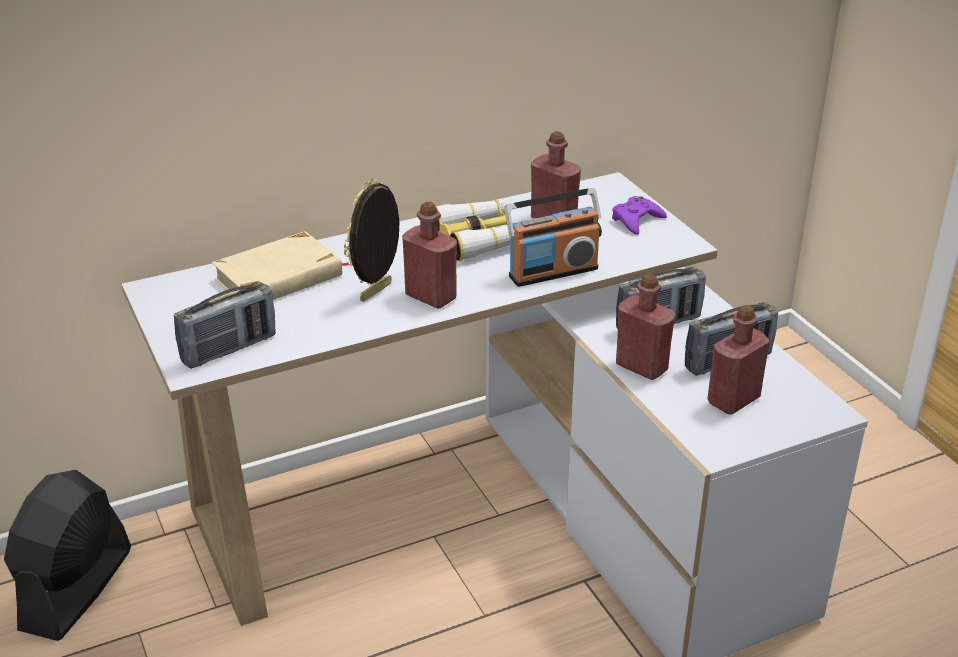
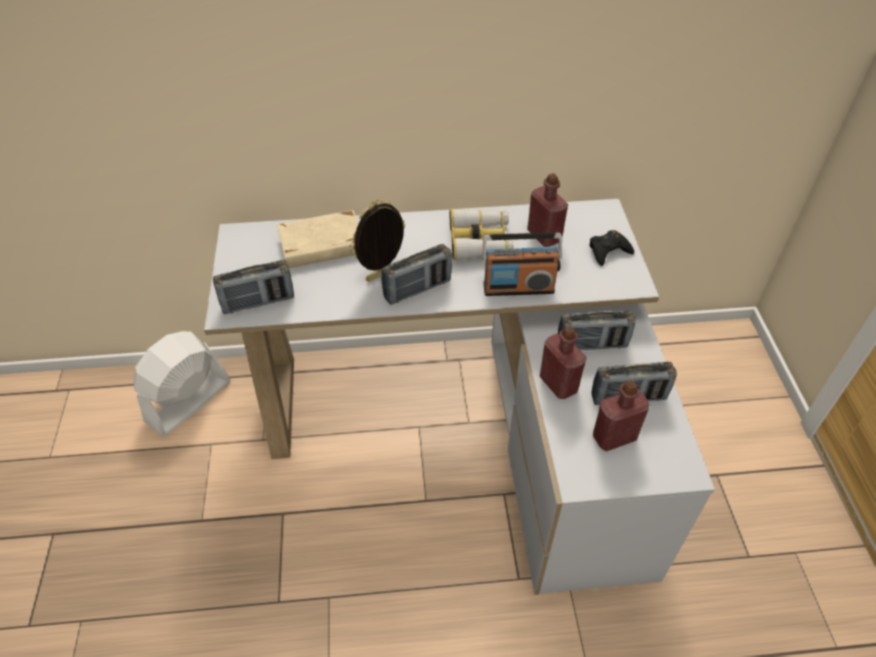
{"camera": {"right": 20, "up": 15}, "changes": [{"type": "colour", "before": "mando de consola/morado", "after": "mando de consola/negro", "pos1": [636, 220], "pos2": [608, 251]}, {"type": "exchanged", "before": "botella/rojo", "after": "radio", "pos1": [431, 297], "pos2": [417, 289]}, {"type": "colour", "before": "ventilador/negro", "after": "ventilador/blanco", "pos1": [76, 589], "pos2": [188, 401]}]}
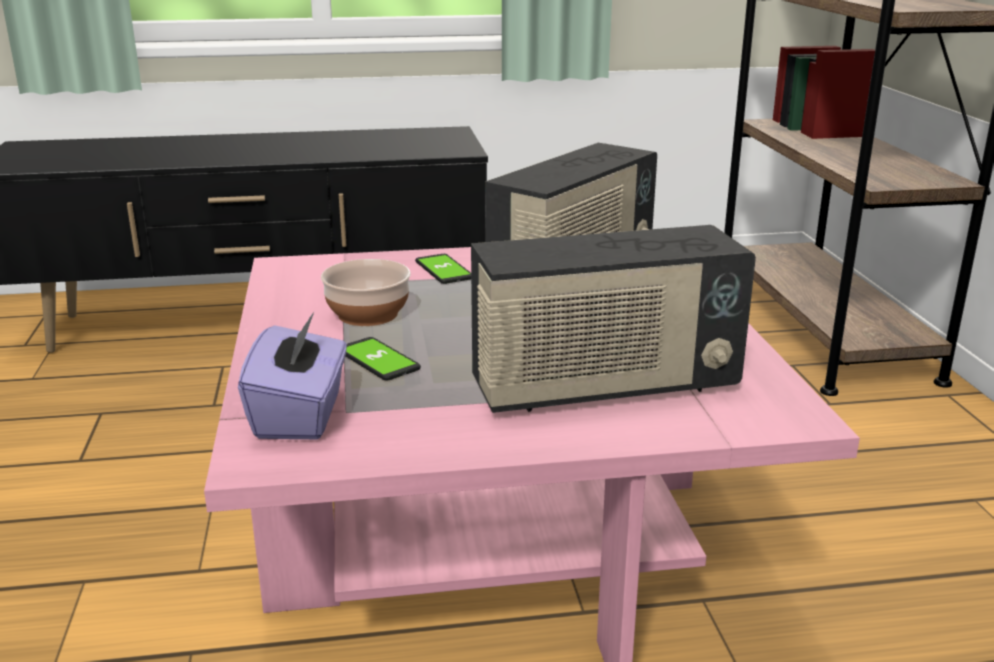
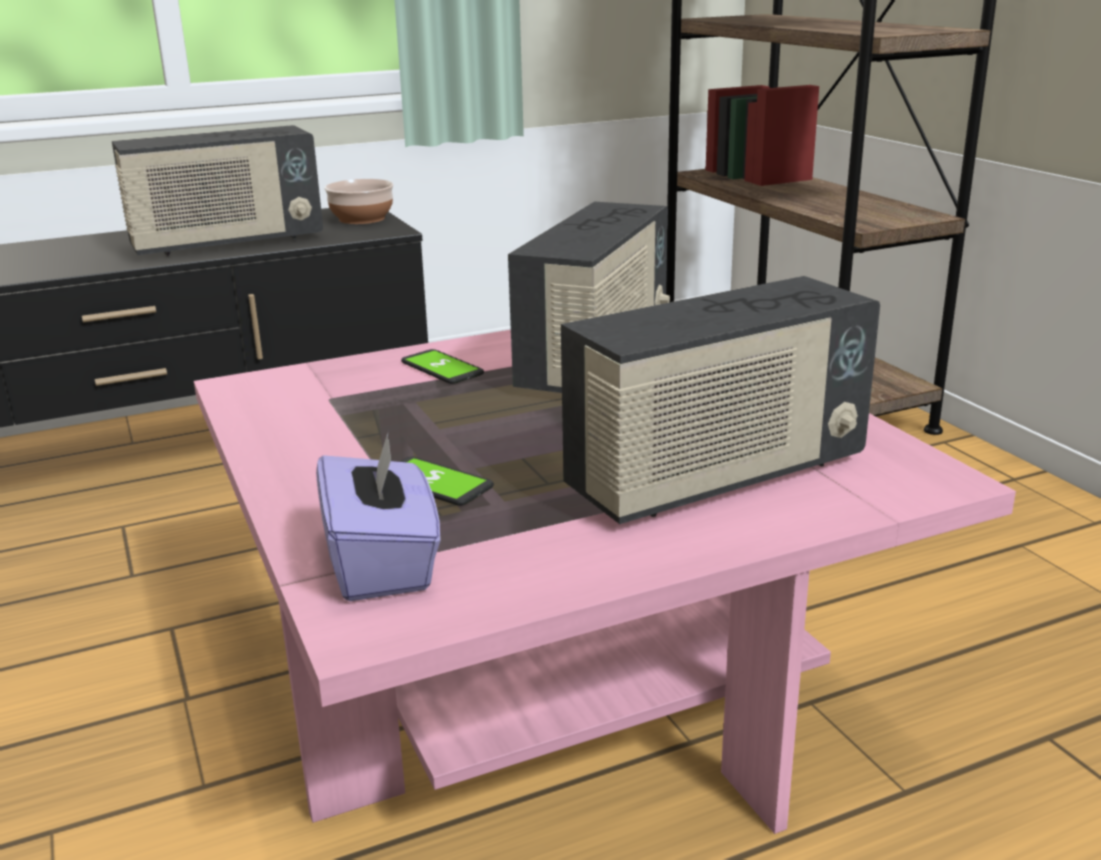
{"camera": {"right": -15, "up": 0}, "changes": [{"type": "relocated", "before": "cuenco", "pos1": [369, 314], "pos2": [362, 218]}, {"type": "appeared", "after": "radio", "pos2": [227, 243]}]}
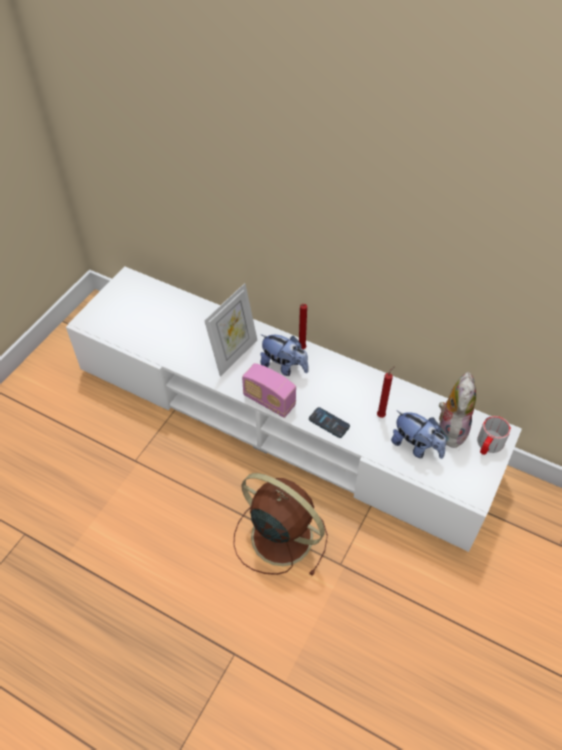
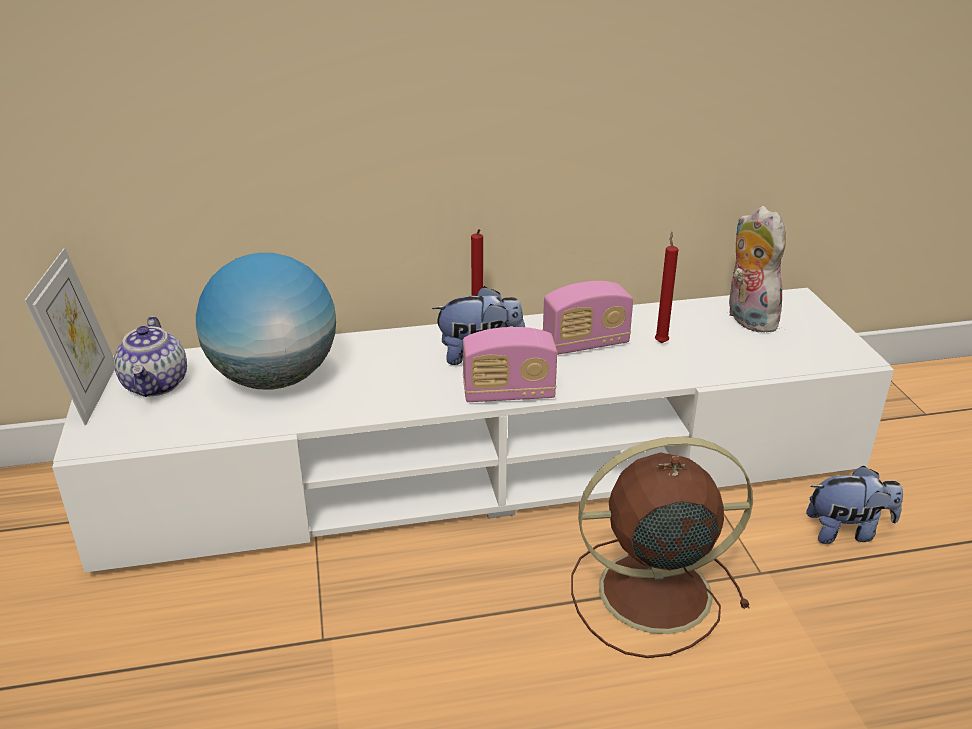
{"camera": {"right": -40, "up": -20}, "changes": [{"type": "relocated", "before": "portarretratos", "pos1": [234, 355], "pos2": [90, 394]}, {"type": "missing", "before": "móvil", "pos1": [329, 423]}, {"type": "relocated", "before": "peluche", "pos1": [416, 446], "pos2": [847, 531]}, {"type": "missing", "before": "taza grande", "pos1": [488, 445]}, {"type": "appeared", "after": "globo terráqueo", "pos2": [275, 378]}, {"type": "appeared", "after": "radio", "pos2": [585, 344]}, {"type": "appeared", "after": "tetera", "pos2": [156, 384]}]}
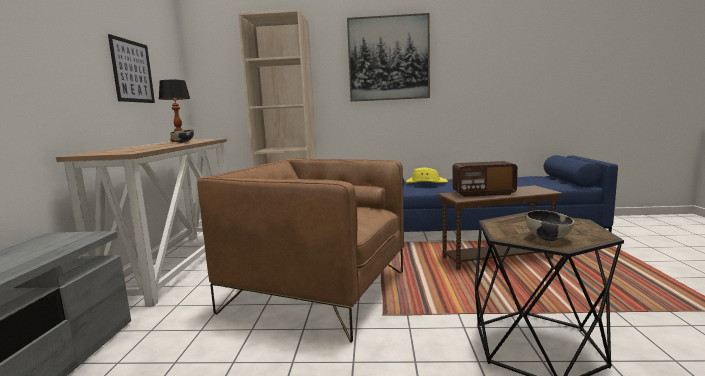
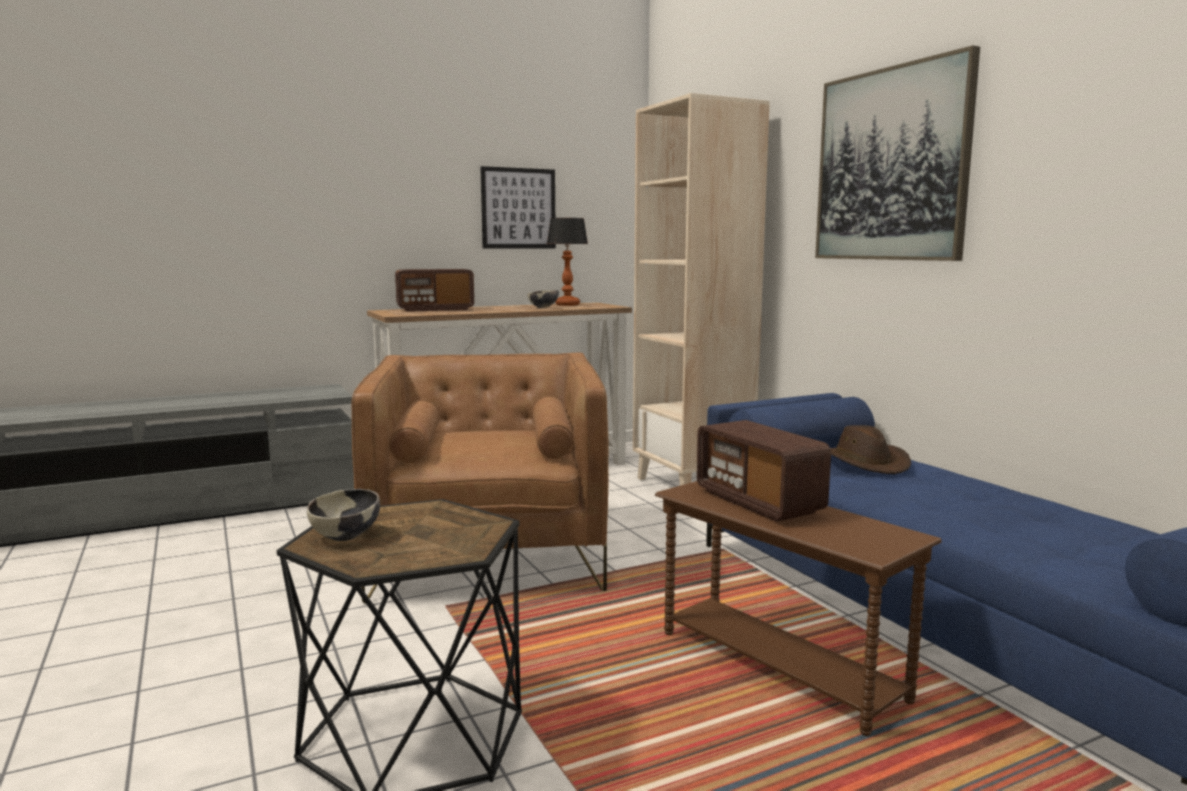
{"camera": {"right": 60, "up": 0}, "changes": [{"type": "colour", "before": "sombrero/amarillo", "after": "sombrero/marrón", "pos1": [426, 182], "pos2": [865, 462]}, {"type": "appeared", "after": "radio", "pos2": [435, 309]}]}
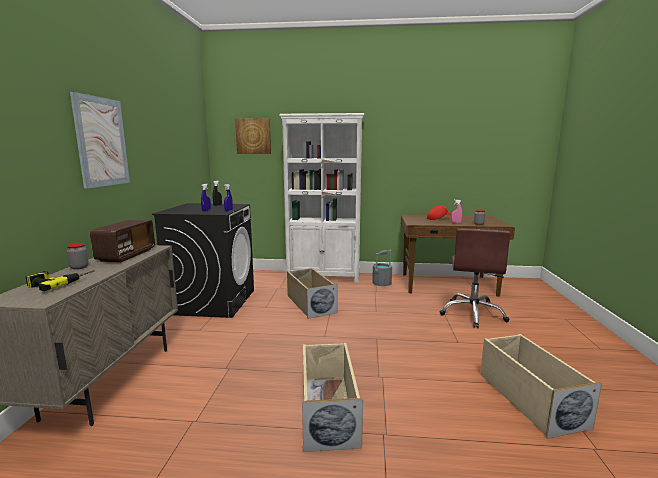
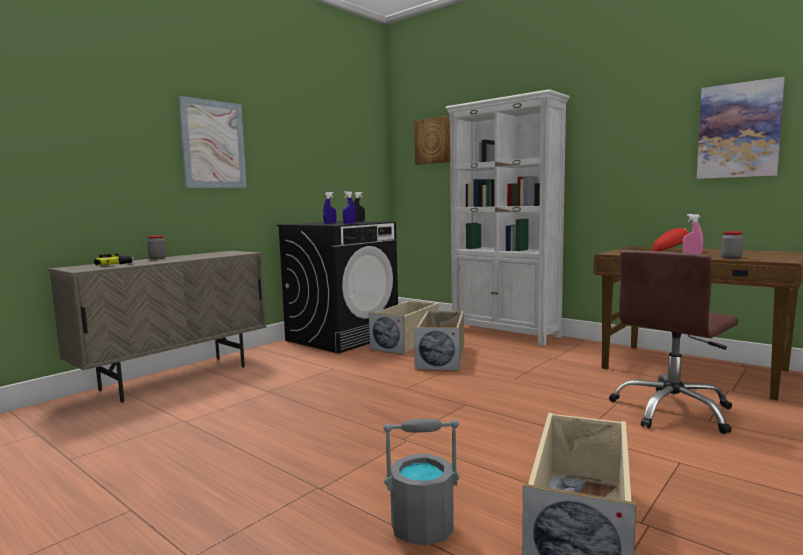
{"camera": {"right": 35, "up": -5}, "changes": [{"type": "missing", "before": "radio", "pos1": [126, 255]}, {"type": "relocated", "before": "cubo/gris", "pos1": [381, 283], "pos2": [422, 528]}, {"type": "relocated", "before": "caja de almacenaje/beis", "pos1": [327, 410], "pos2": [406, 342]}, {"type": "appeared", "after": "cuadro", "pos2": [738, 130]}]}
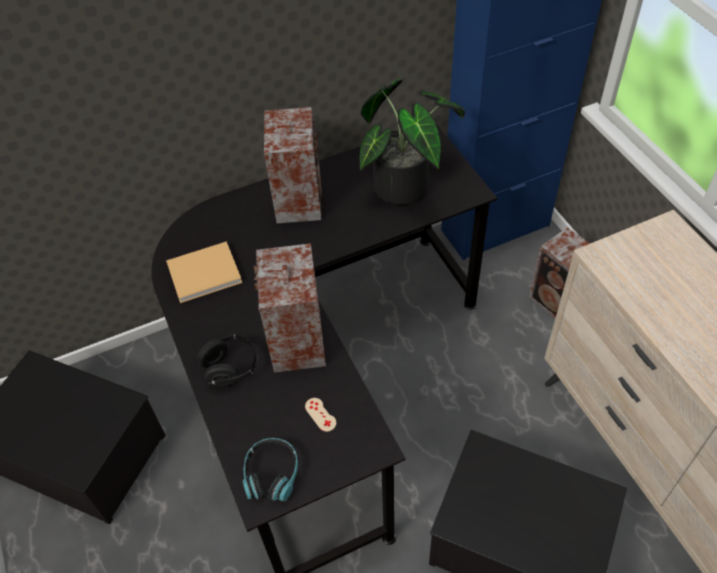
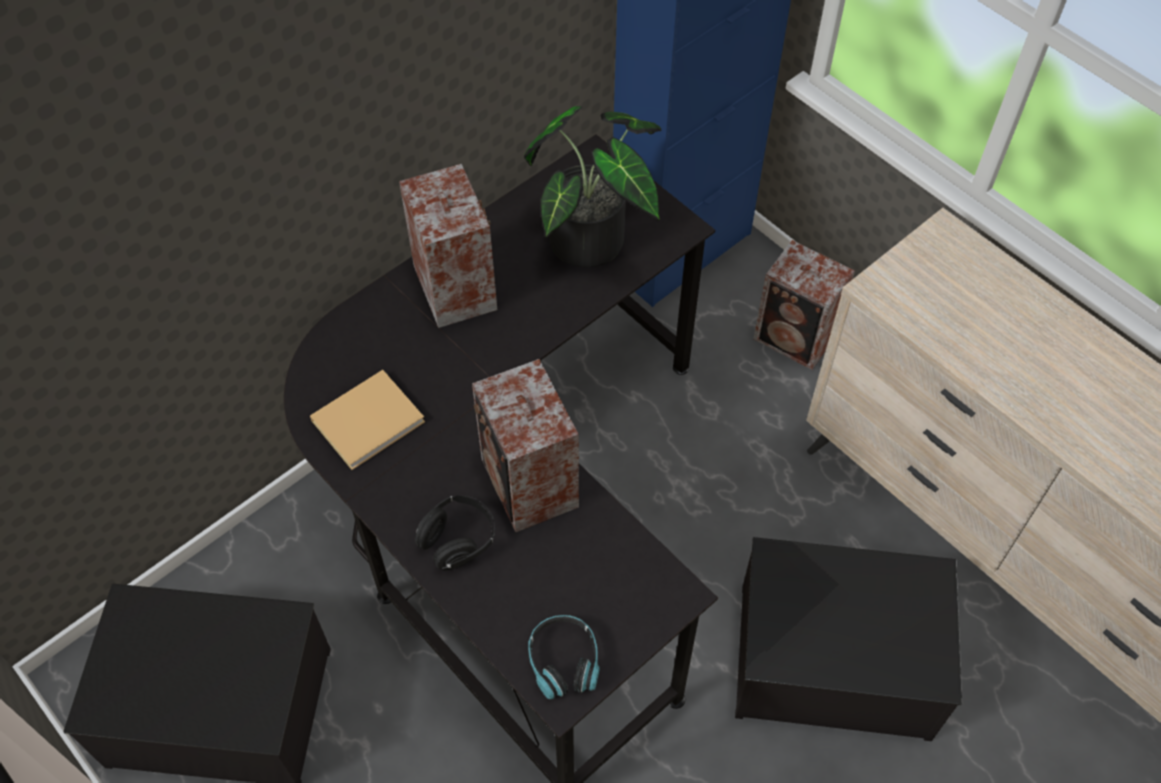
{"camera": {"right": -20, "up": 5}, "changes": [{"type": "missing", "before": "mando de consola/beis", "pos1": [320, 414]}]}
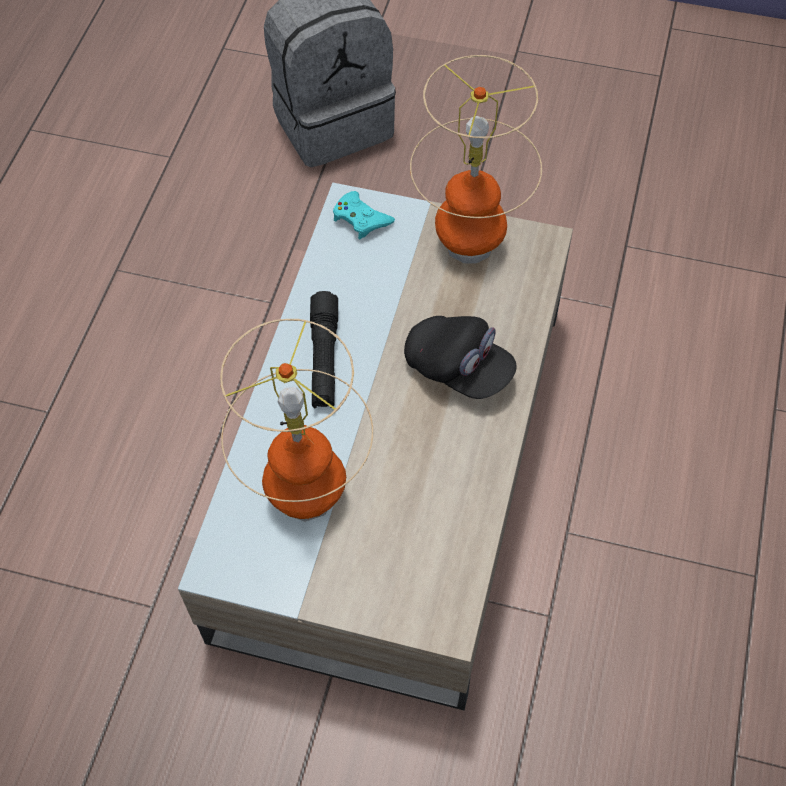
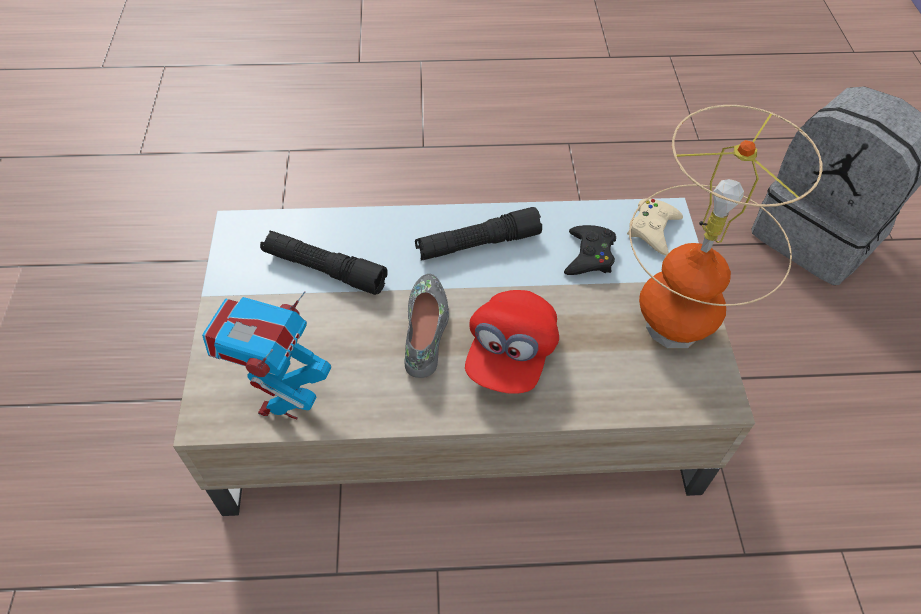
{"camera": {"right": 70, "up": -5}, "changes": [{"type": "colour", "before": "mando de consola/turquesa", "after": "mando de consola/beis", "pos1": [361, 219], "pos2": [653, 229]}, {"type": "colour", "before": "gorra/negro", "after": "gorra/rojo", "pos1": [458, 368], "pos2": [510, 354]}, {"type": "exchanged", "before": "lámpara de mesa", "after": "linterna/negro", "pos1": [306, 496], "pos2": [324, 269]}, {"type": "appeared", "after": "mando de consola/negro", "pos2": [589, 255]}, {"type": "appeared", "after": "zapato/gris", "pos2": [426, 330]}, {"type": "appeared", "after": "robot de juguete", "pos2": [284, 401]}]}
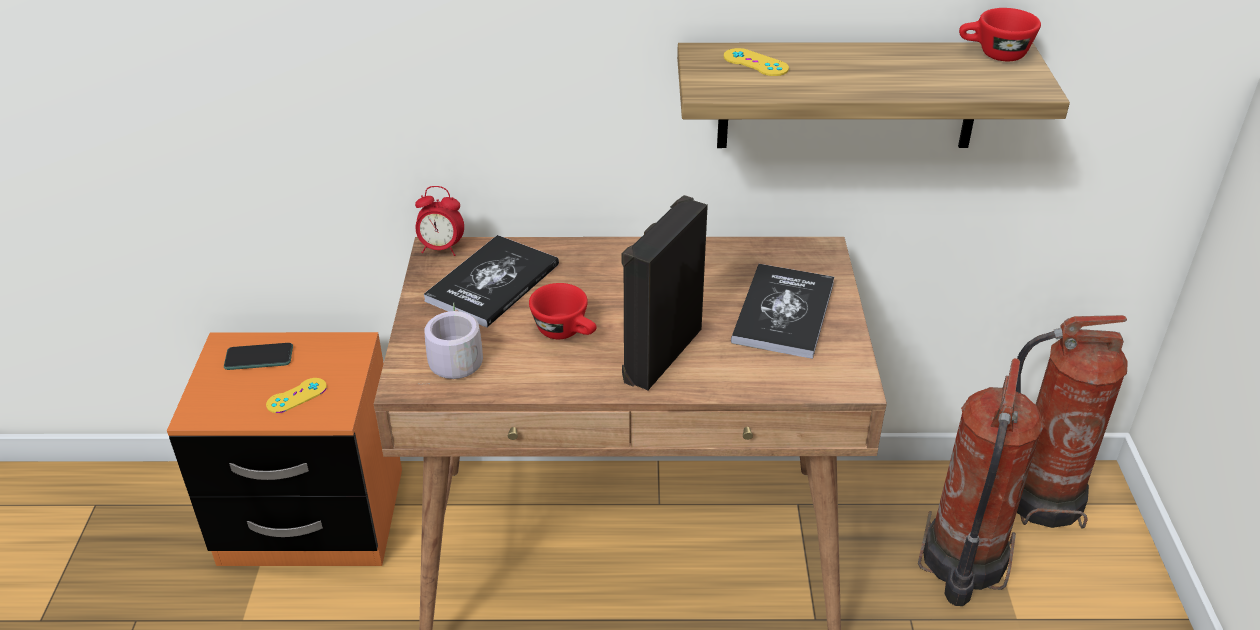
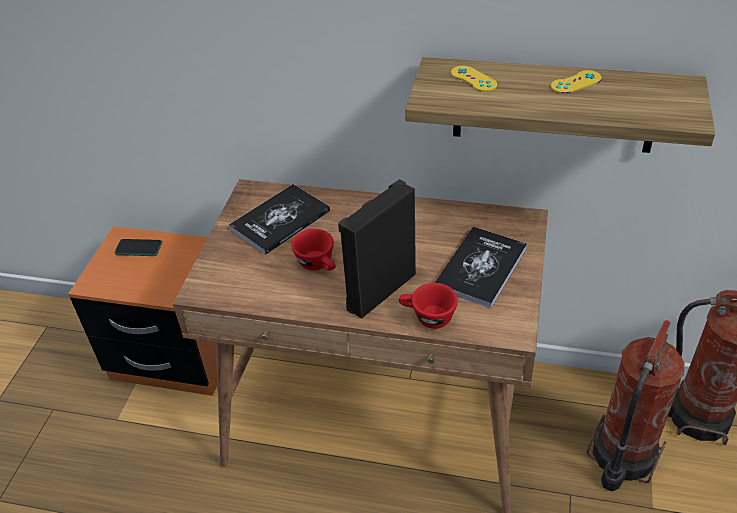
{"camera": {"right": 15, "up": 5}, "changes": [{"type": "relocated", "before": "taza/rojo", "pos1": [994, 54], "pos2": [427, 317]}, {"type": "missing", "before": "despertador", "pos1": [441, 249]}, {"type": "missing", "before": "taza grande/gris", "pos1": [453, 359]}, {"type": "relocated", "before": "mando de consola/amarillo", "pos1": [296, 396], "pos2": [576, 82]}]}
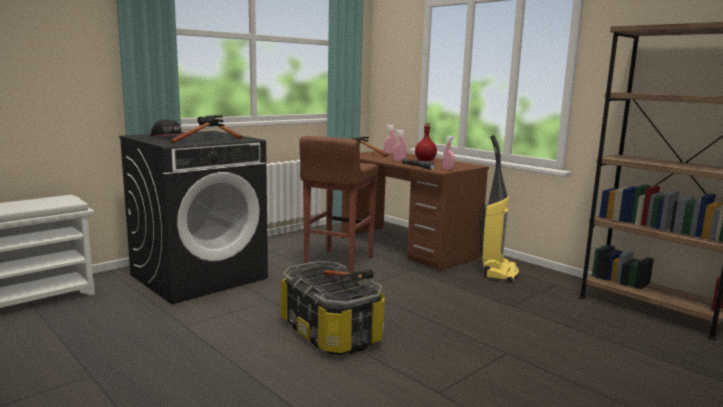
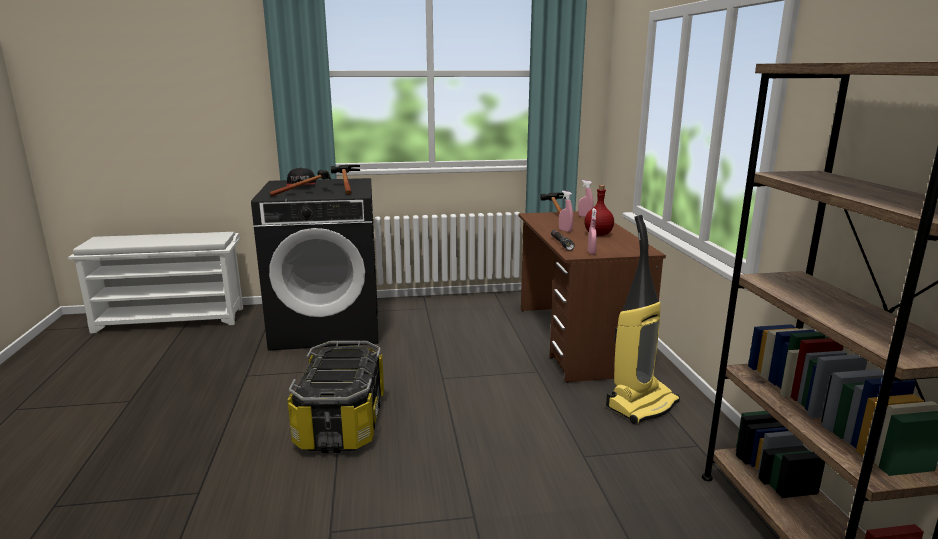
{"camera": {"right": 35, "up": 5}, "changes": [{"type": "missing", "before": "taburete/marrón", "pos1": [338, 262]}, {"type": "missing", "before": "martillo", "pos1": [347, 288]}]}
